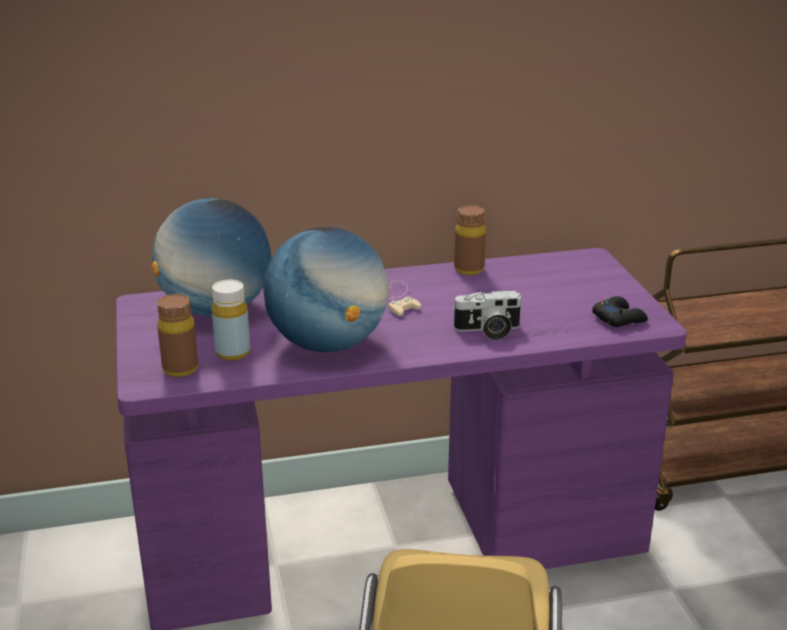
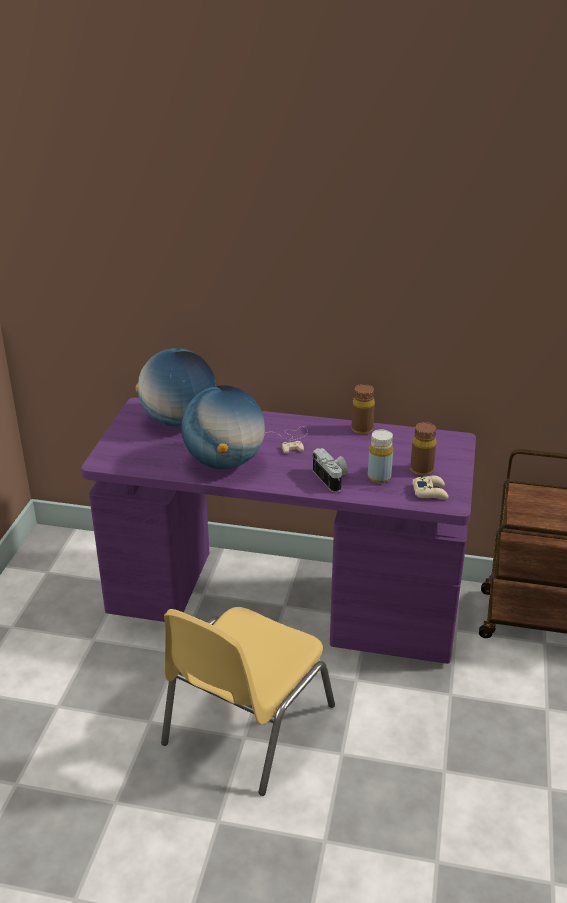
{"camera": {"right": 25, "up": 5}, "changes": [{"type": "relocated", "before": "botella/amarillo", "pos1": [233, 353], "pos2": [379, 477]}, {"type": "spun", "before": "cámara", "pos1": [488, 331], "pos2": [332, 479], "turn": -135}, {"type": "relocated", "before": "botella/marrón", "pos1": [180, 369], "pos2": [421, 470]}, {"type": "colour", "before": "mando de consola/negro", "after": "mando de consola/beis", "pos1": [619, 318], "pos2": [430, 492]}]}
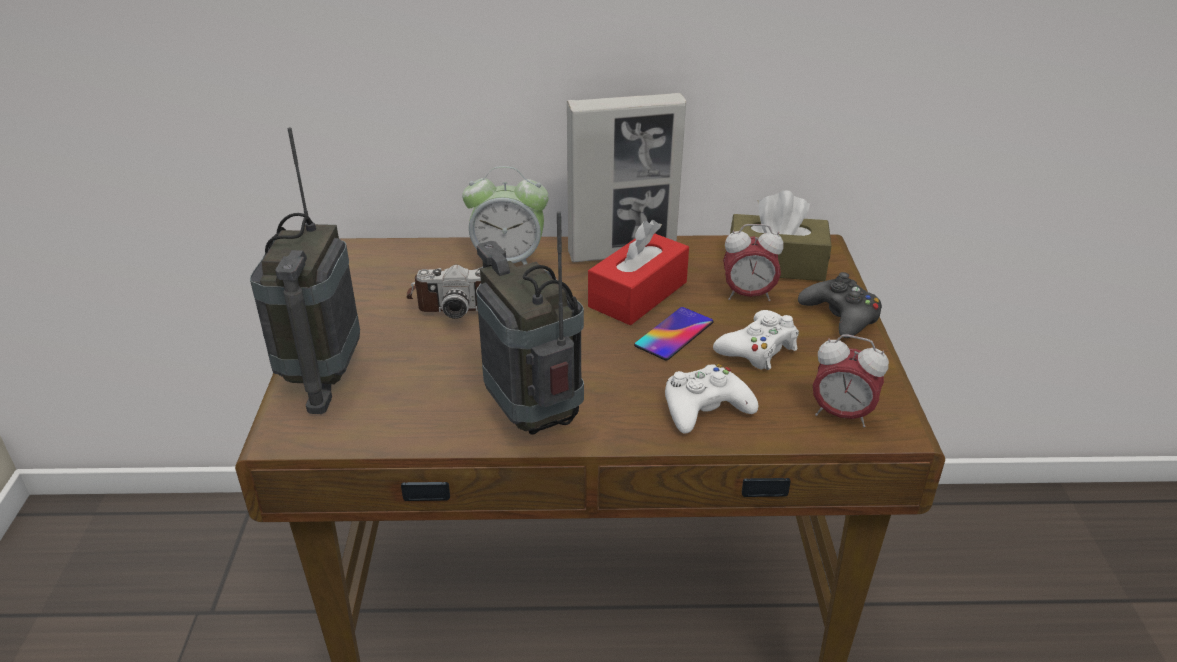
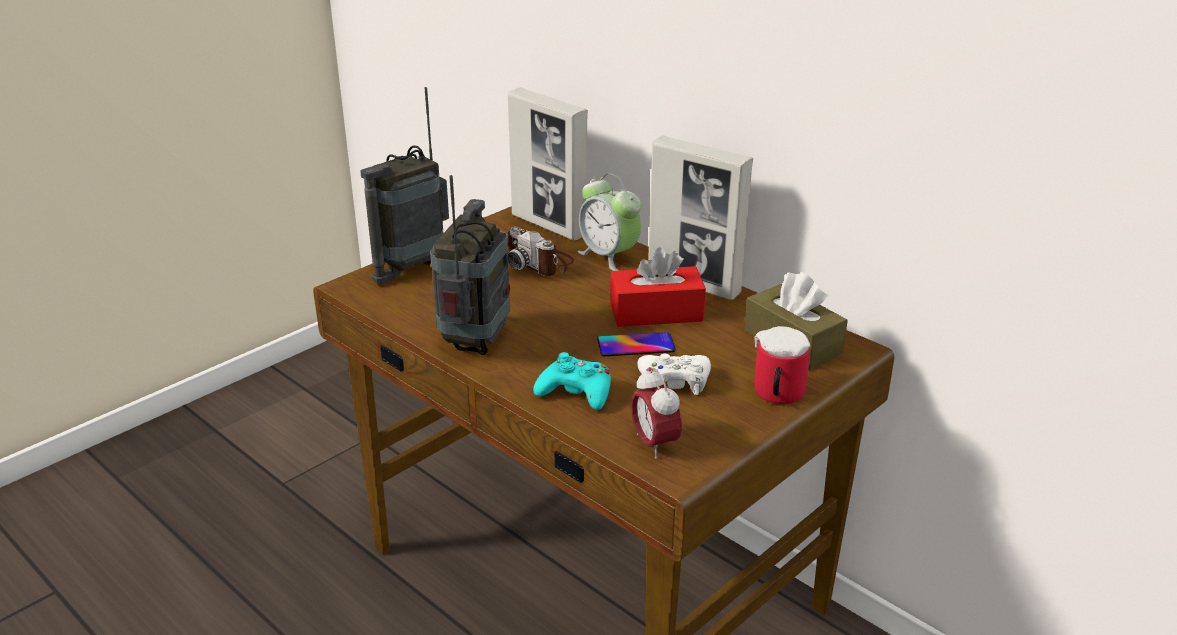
{"camera": {"right": 45, "up": -5}, "changes": [{"type": "missing", "before": "despertador", "pos1": [748, 295]}, {"type": "exchanged", "before": "mando de consola/negro", "after": "taza grande", "pos1": [841, 316], "pos2": [775, 395]}, {"type": "colour", "before": "mando de consola/blanco", "after": "mando de consola/turquesa", "pos1": [705, 408], "pos2": [576, 392]}, {"type": "appeared", "after": "portarretratos", "pos2": [549, 225]}]}
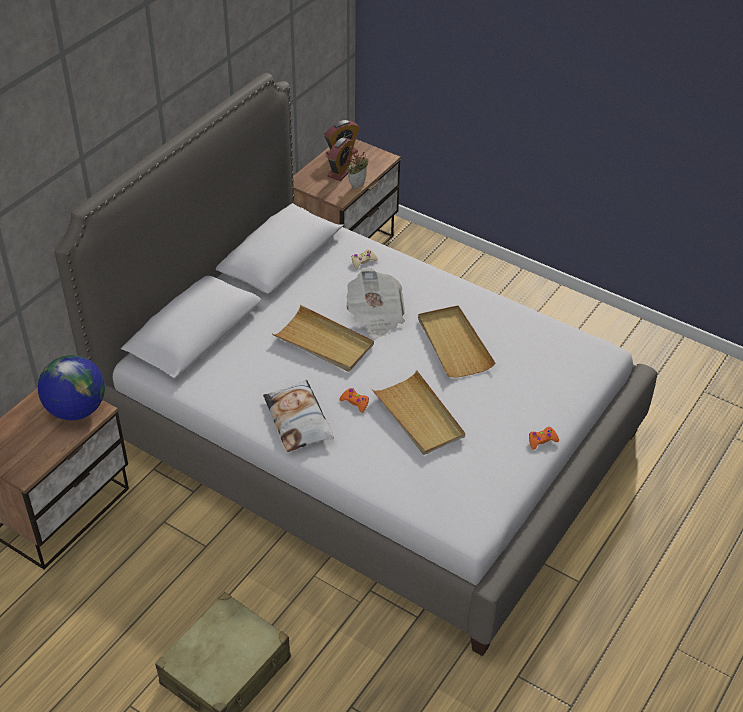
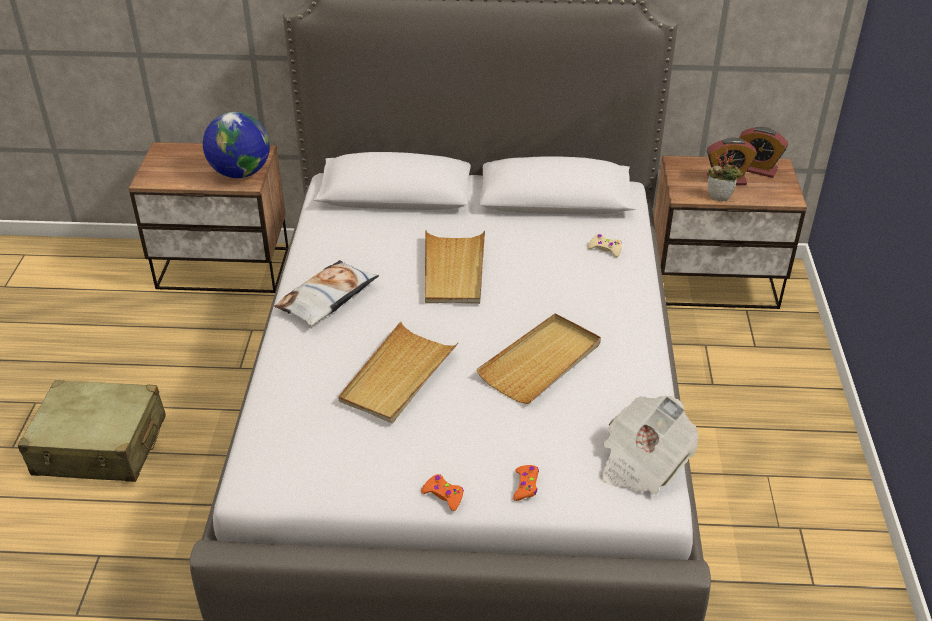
{"camera": {"right": 60, "up": -5}, "changes": [{"type": "relocated", "before": "periódico", "pos1": [375, 316], "pos2": [642, 463]}, {"type": "relocated", "before": "mando de consola/naranja", "pos1": [355, 402], "pos2": [526, 486]}]}
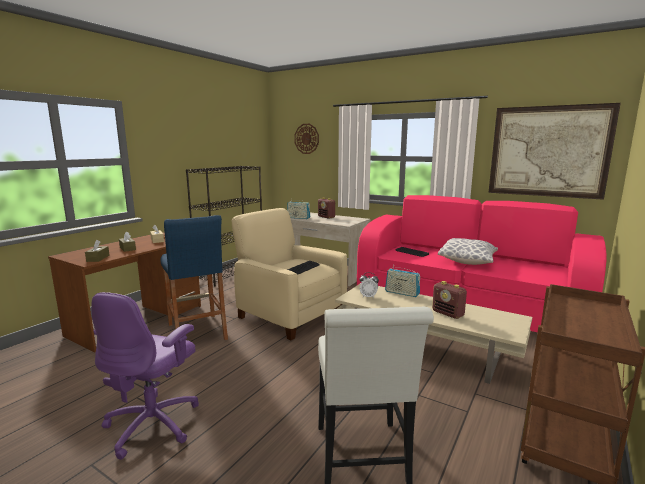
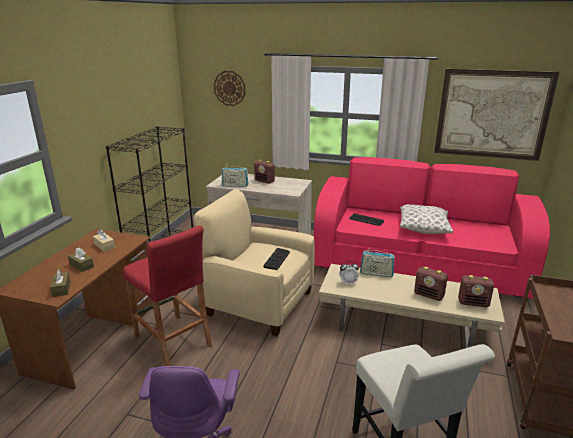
{"camera": {"right": -15, "up": 10}, "changes": [{"type": "colour", "before": "taburete/azul", "after": "taburete/rojo", "pos1": [197, 331], "pos2": [172, 341]}, {"type": "appeared", "after": "radio", "pos2": [473, 303]}]}
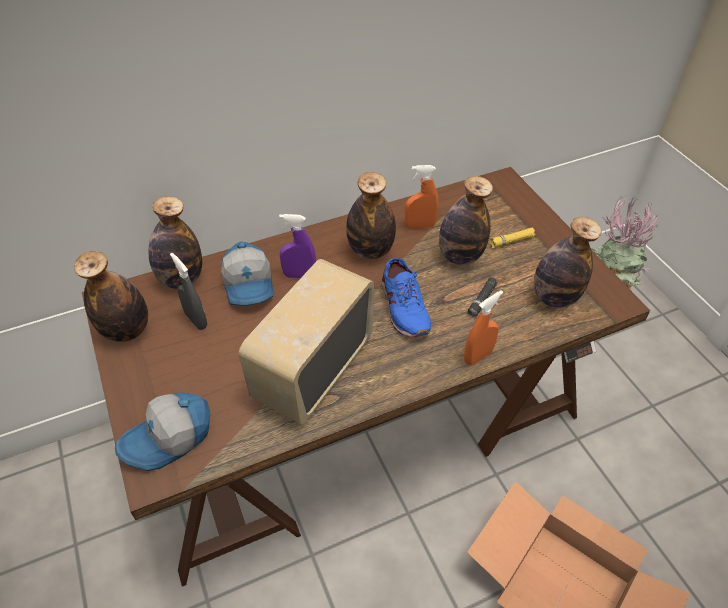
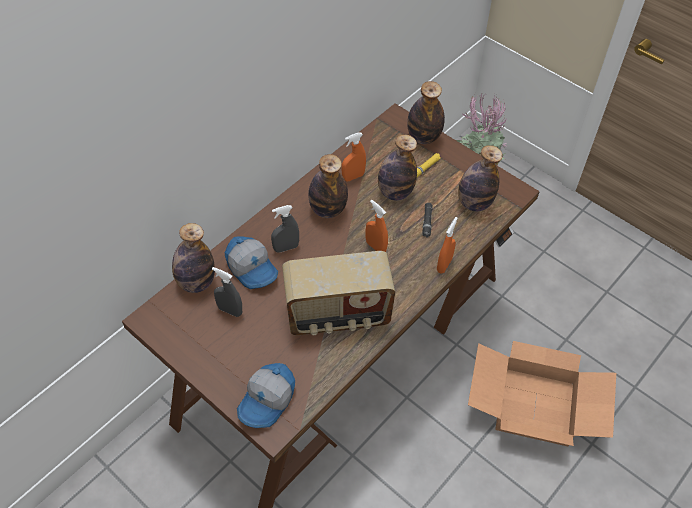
{"camera": {"right": -25, "up": 5}, "changes": [{"type": "colour", "before": "pulverizador/morado", "after": "pulverizador/gris", "pos1": [299, 275], "pos2": [286, 248]}, {"type": "relocated", "before": "botella", "pos1": [127, 330], "pos2": [423, 137]}, {"type": "exchanged", "before": "zapato/azul", "after": "pulverizador/naranja", "pos1": [403, 307], "pos2": [375, 247]}, {"type": "spun", "before": "radio", "pos1": [313, 369], "pos2": [338, 315], "turn": -105}]}
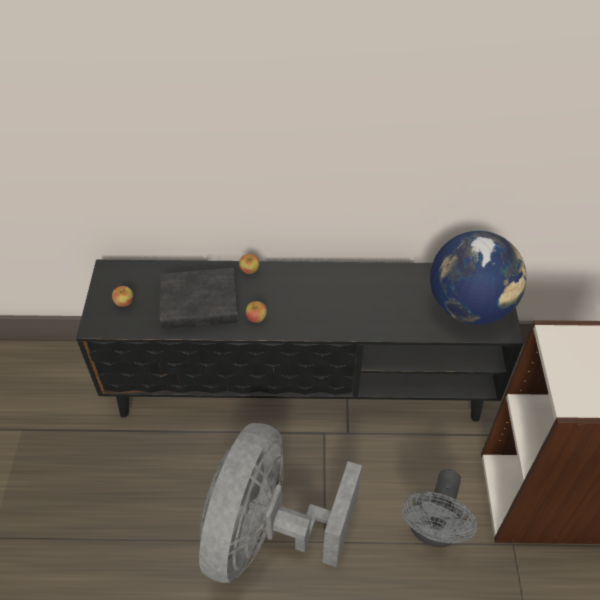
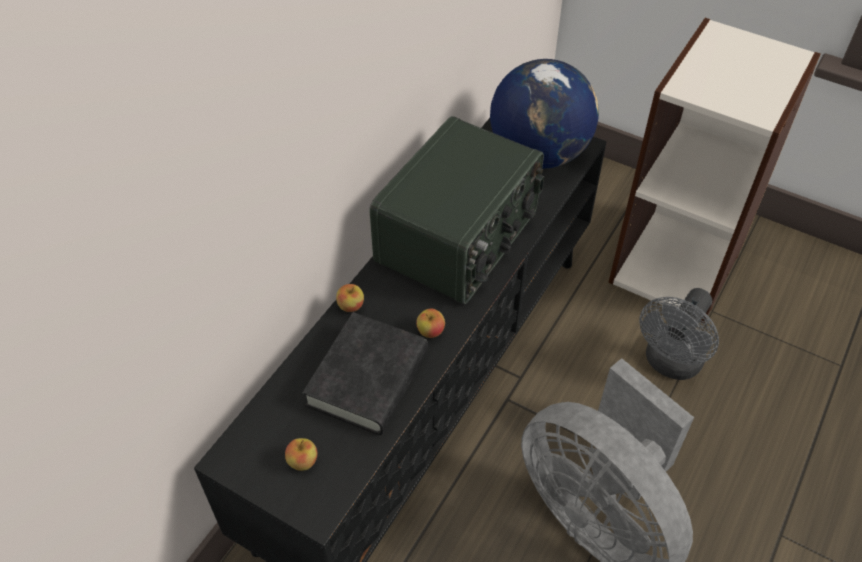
{"camera": {"right": -60, "up": 0}, "changes": [{"type": "spun", "before": "ventilador/gris", "pos1": [433, 531], "pos2": [670, 364], "turn": 75}, {"type": "appeared", "after": "radio", "pos2": [459, 238]}]}
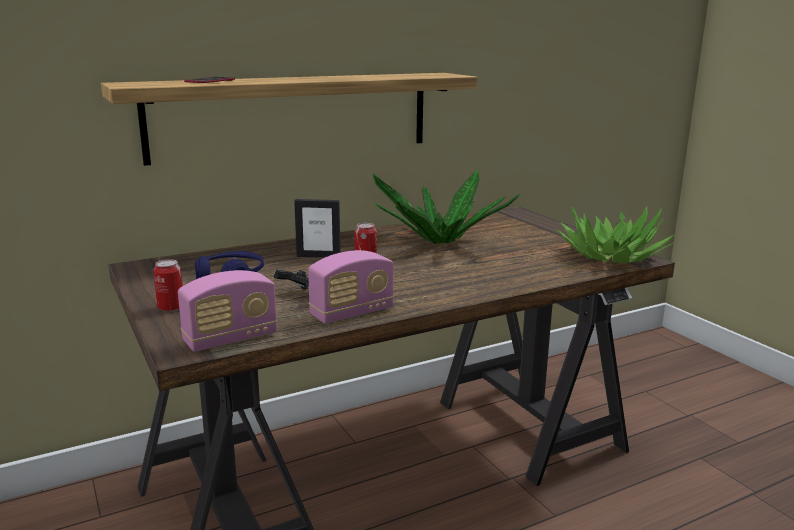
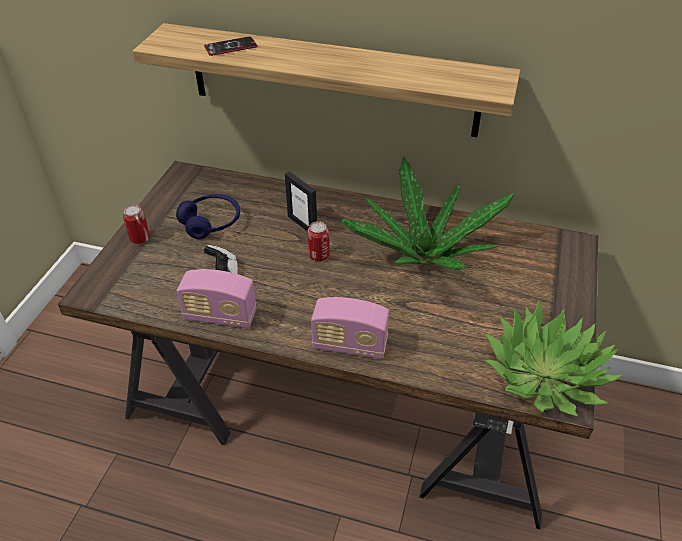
{"camera": {"right": 45, "up": 25}, "changes": [{"type": "relocated", "before": "radio", "pos1": [230, 339], "pos2": [350, 345]}]}
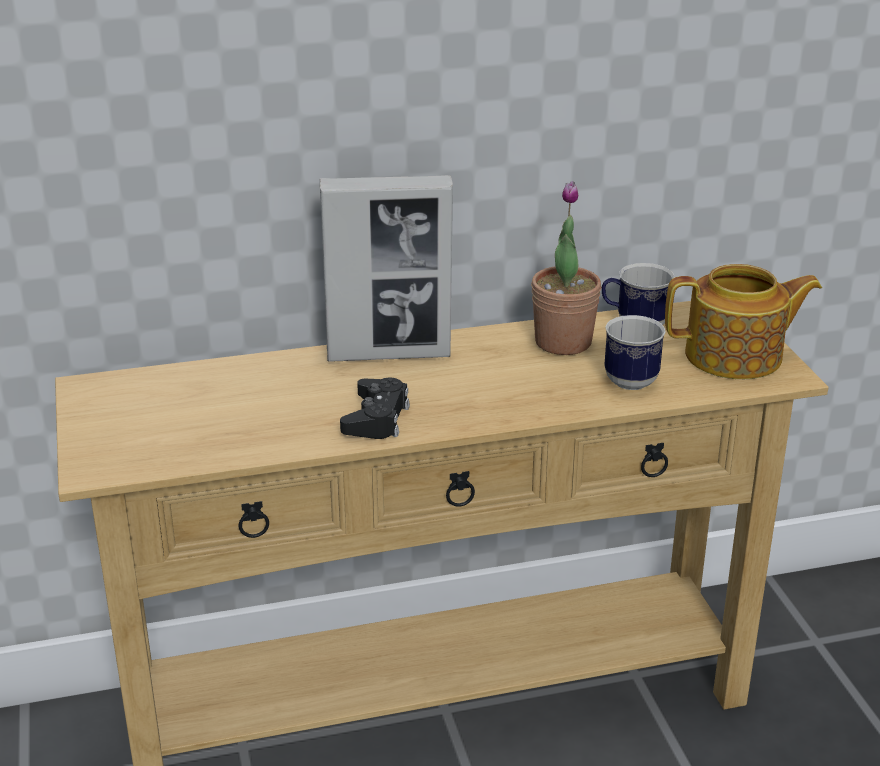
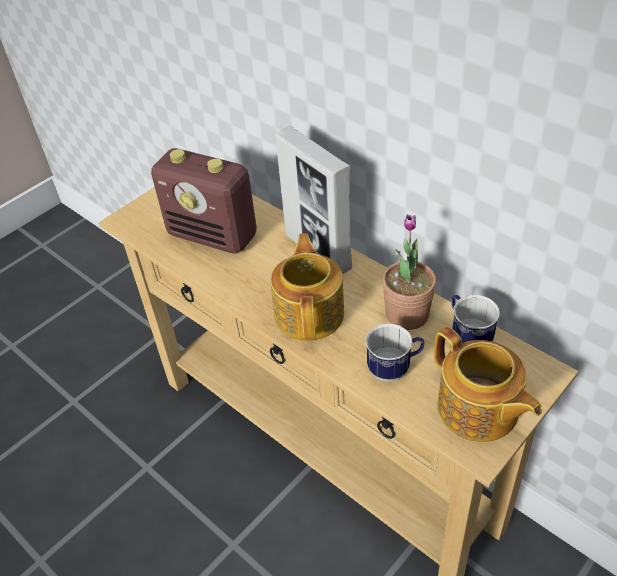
{"camera": {"right": 60, "up": 15}, "changes": [{"type": "missing", "before": "mando de consola/negro", "pos1": [376, 418]}, {"type": "appeared", "after": "radio", "pos2": [213, 236]}, {"type": "appeared", "after": "tetera", "pos2": [310, 313]}]}
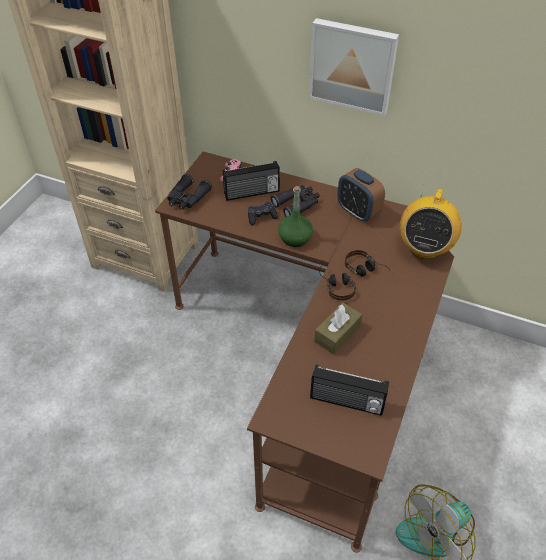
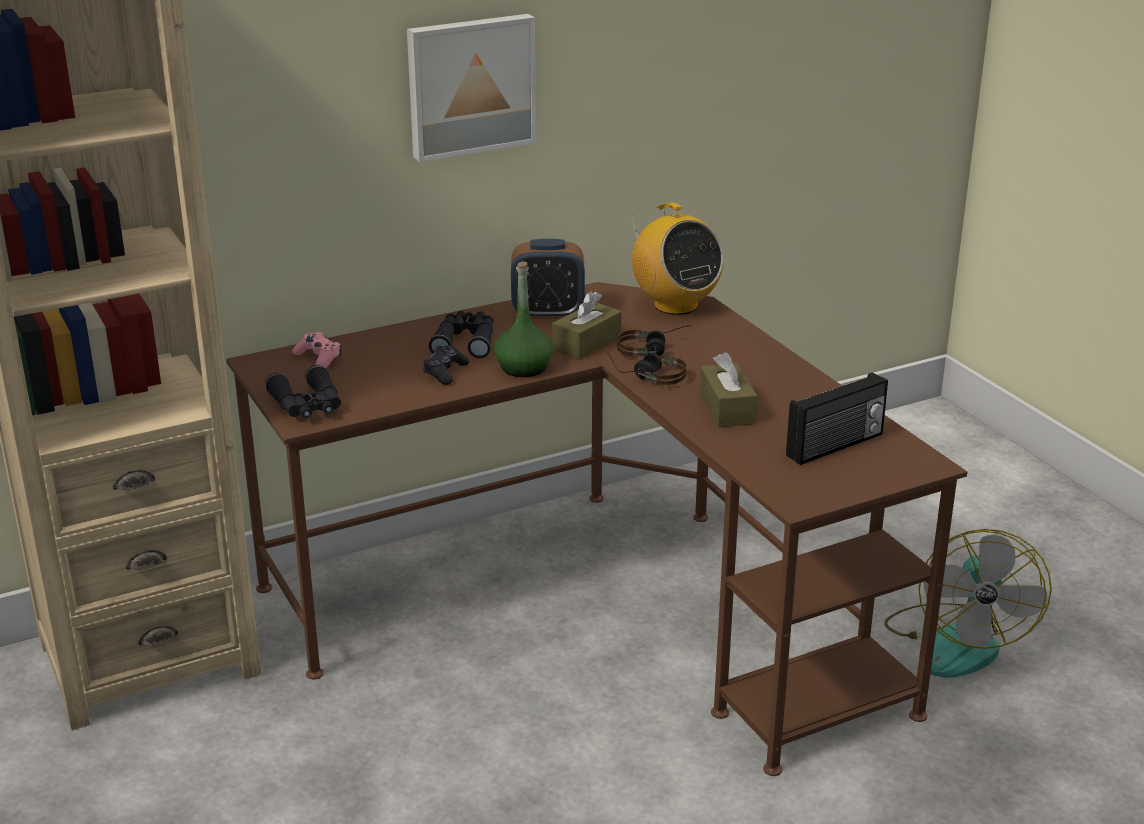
{"camera": {"right": -50, "up": -20}, "changes": [{"type": "missing", "before": "radio", "pos1": [252, 193]}, {"type": "appeared", "after": "caja de pañuelos/marrón", "pos2": [586, 343]}]}
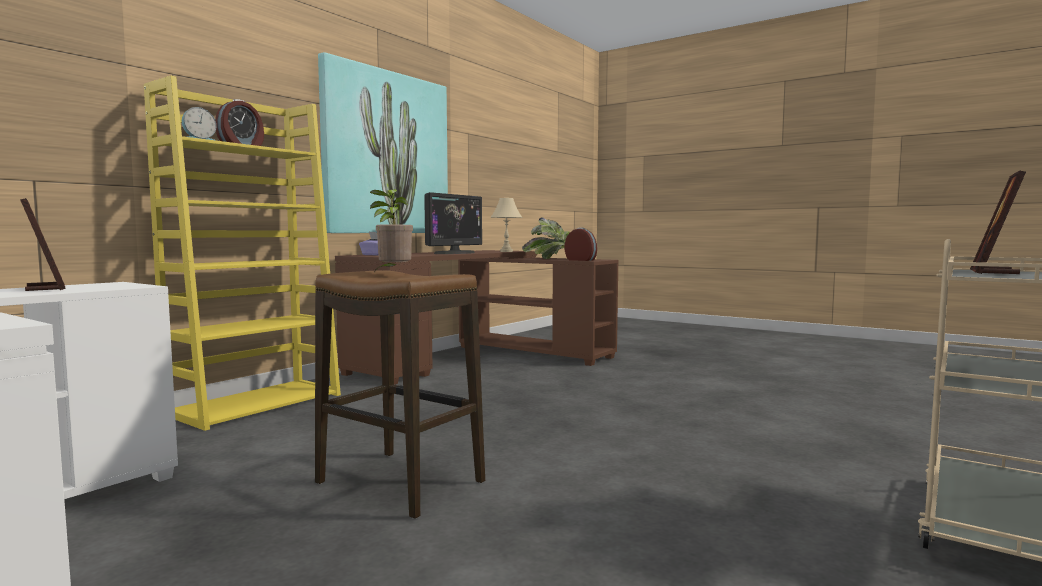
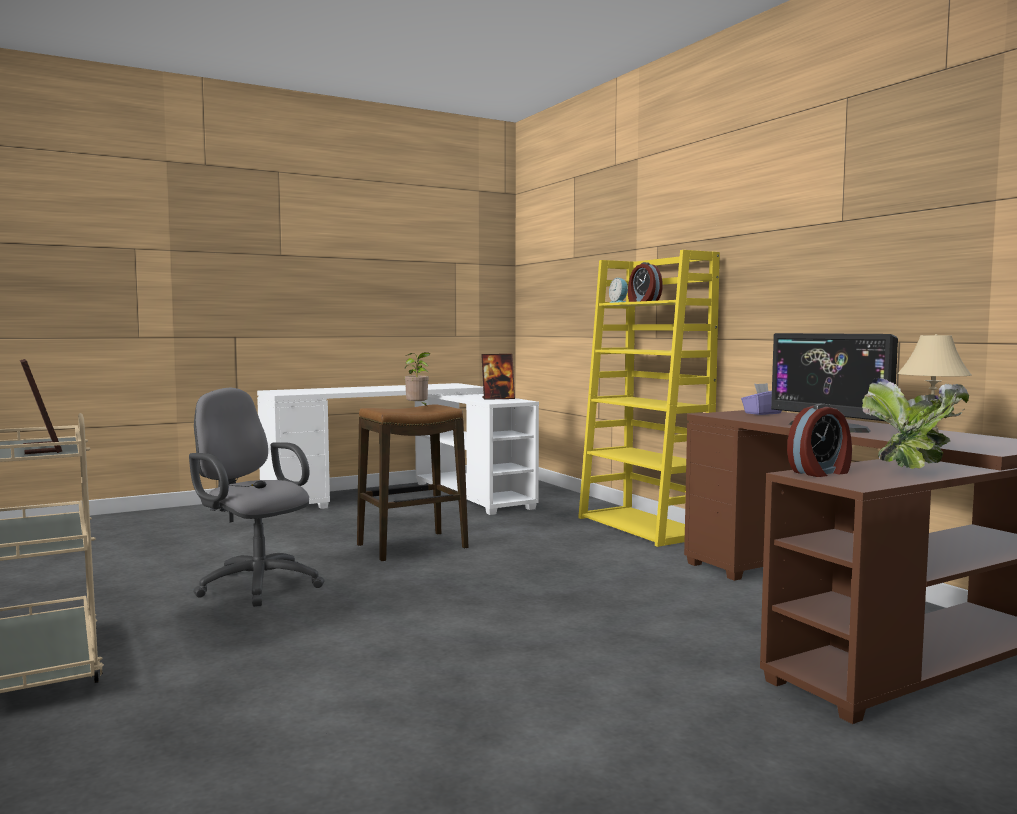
{"camera": {"right": 115, "up": 0}, "changes": [{"type": "missing", "before": "cuadro", "pos1": [386, 153]}, {"type": "appeared", "after": "silla de oficina/gris", "pos2": [255, 584]}]}
